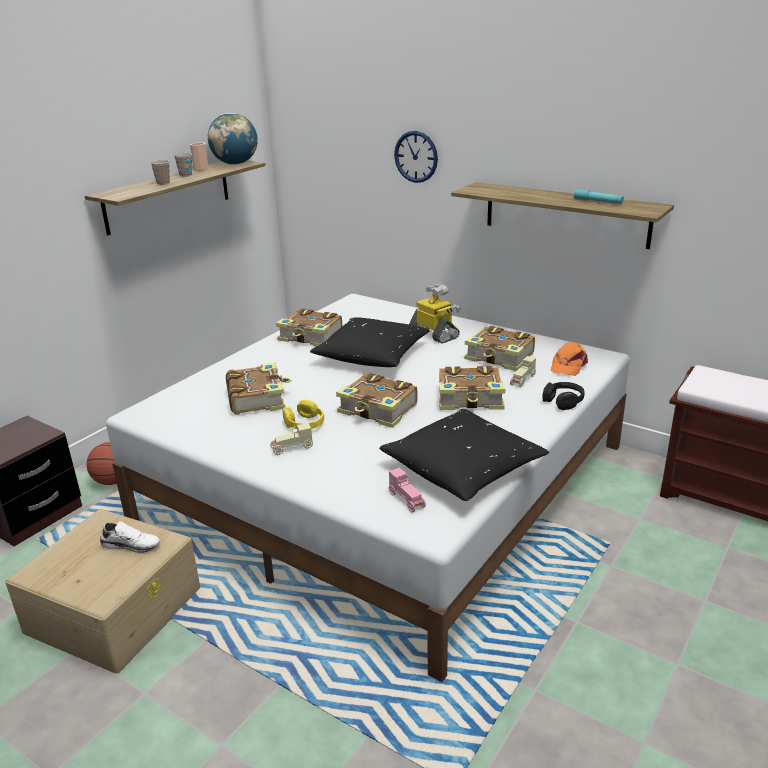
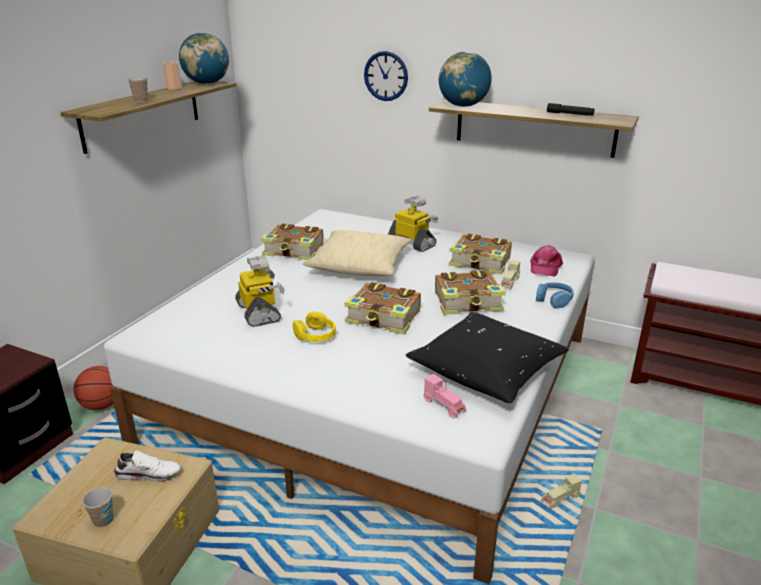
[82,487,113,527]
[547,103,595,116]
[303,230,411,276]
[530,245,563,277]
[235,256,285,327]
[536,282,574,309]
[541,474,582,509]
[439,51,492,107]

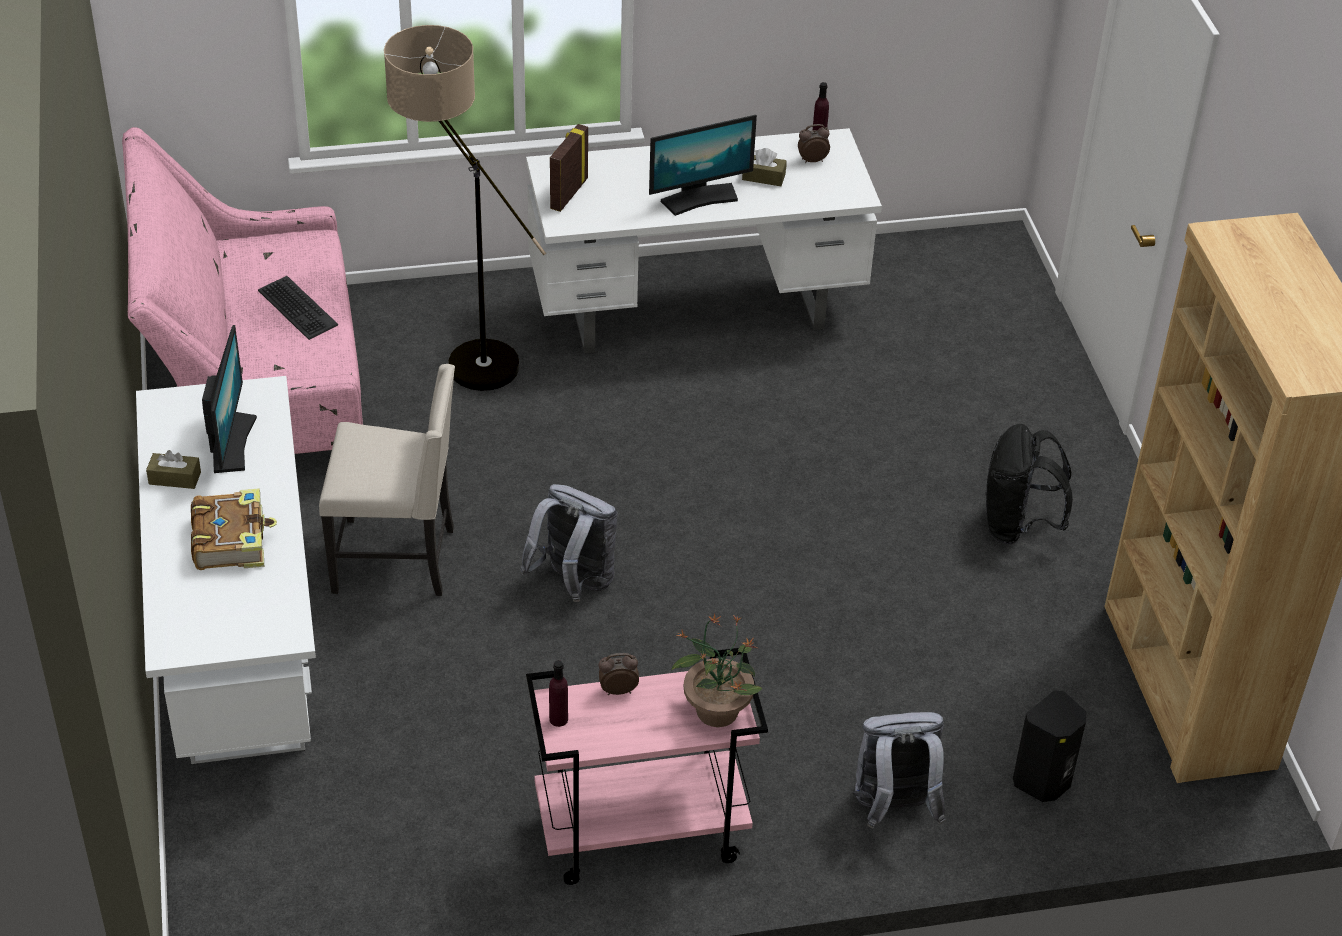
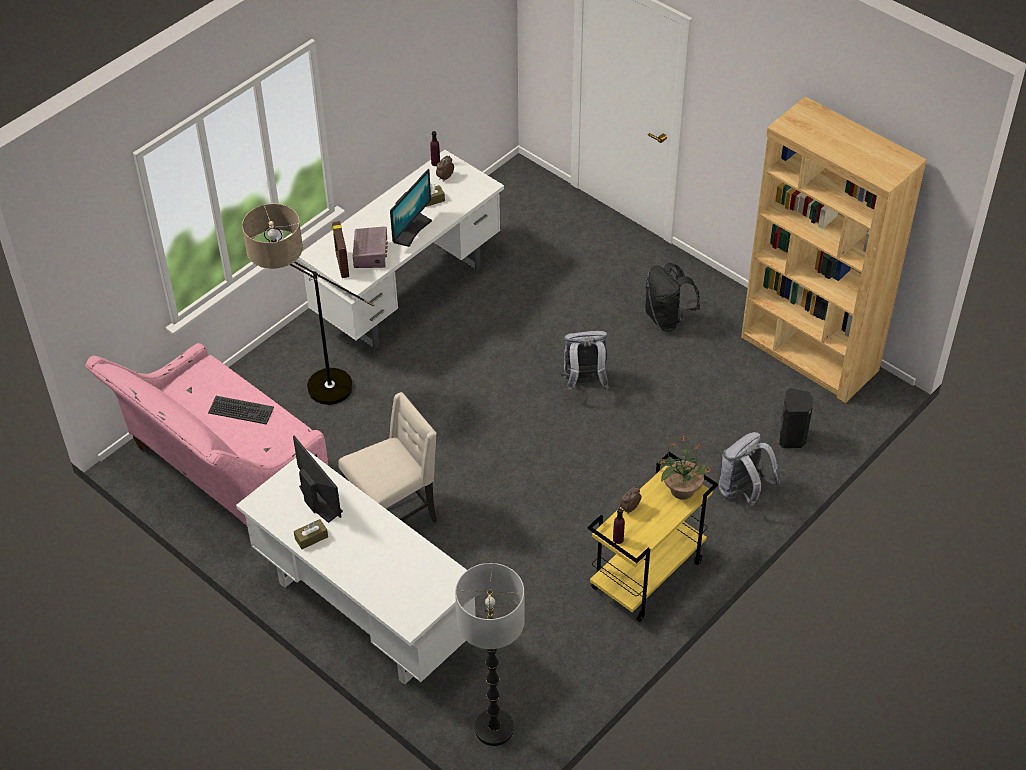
[561,331,610,392]
[191,488,277,570] (first image)
[588,452,718,622]
[352,226,388,268]
[455,563,525,746]

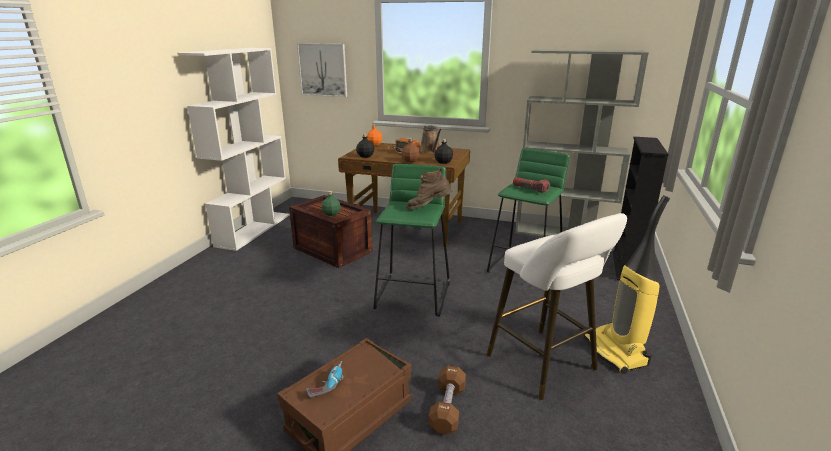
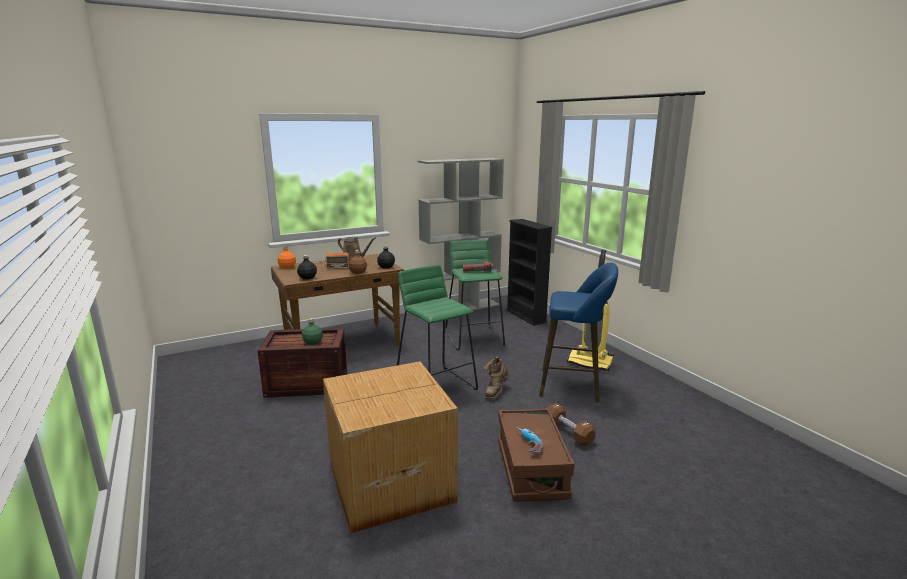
[297,43,347,97] (first image)
[177,48,290,251] (first image)
[484,357,510,400]
[539,263,618,402]
[323,362,458,533]

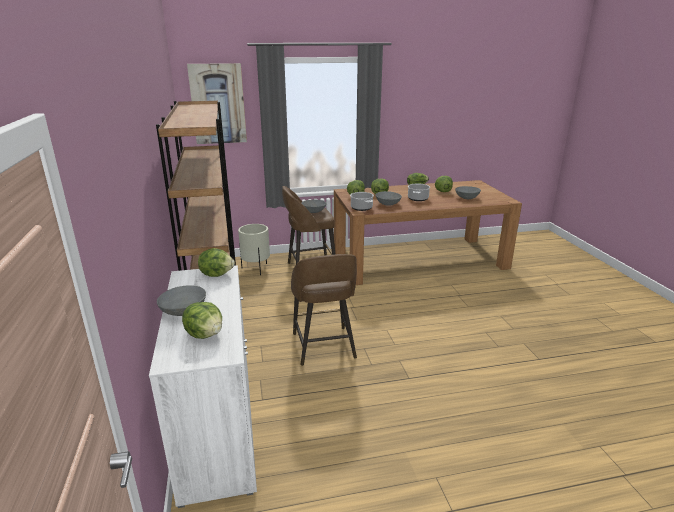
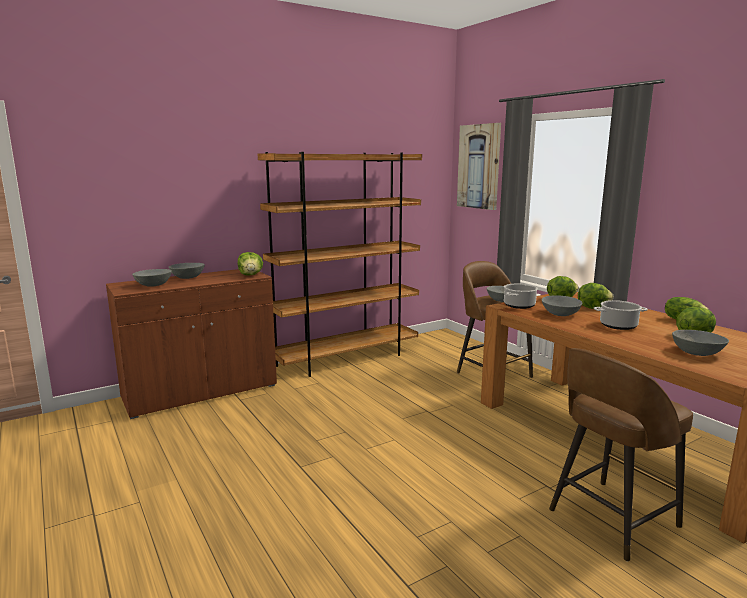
[238,224,270,275] (first image)
[549,348,693,561]
[106,269,277,419]
[132,269,172,287]

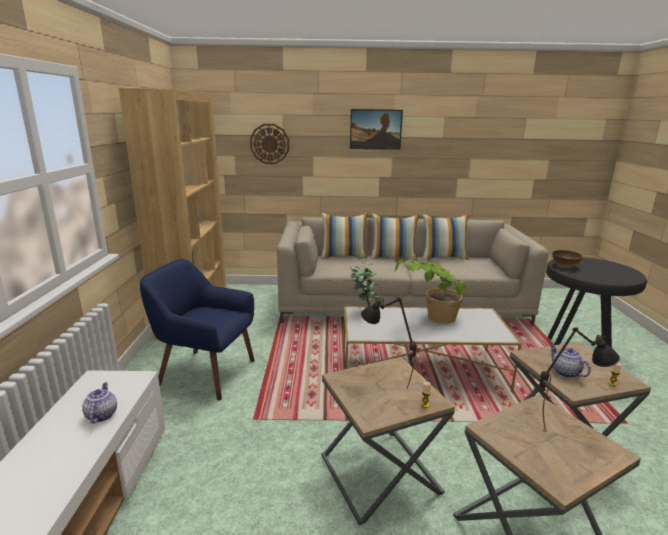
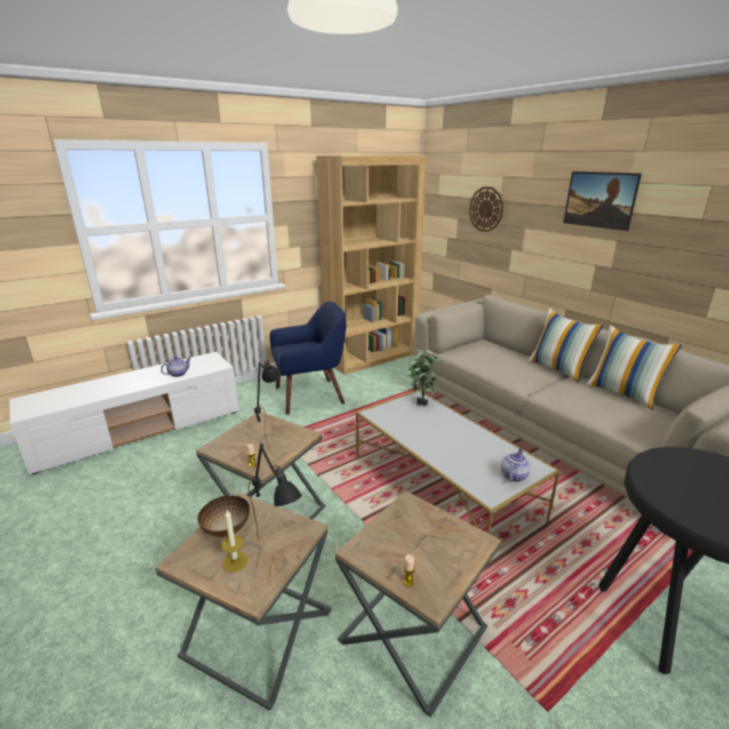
[321,213,368,259] (first image)
[197,495,250,537]
[394,258,466,323] (first image)
[270,301,346,415]
[501,448,530,482]
[221,510,248,572]

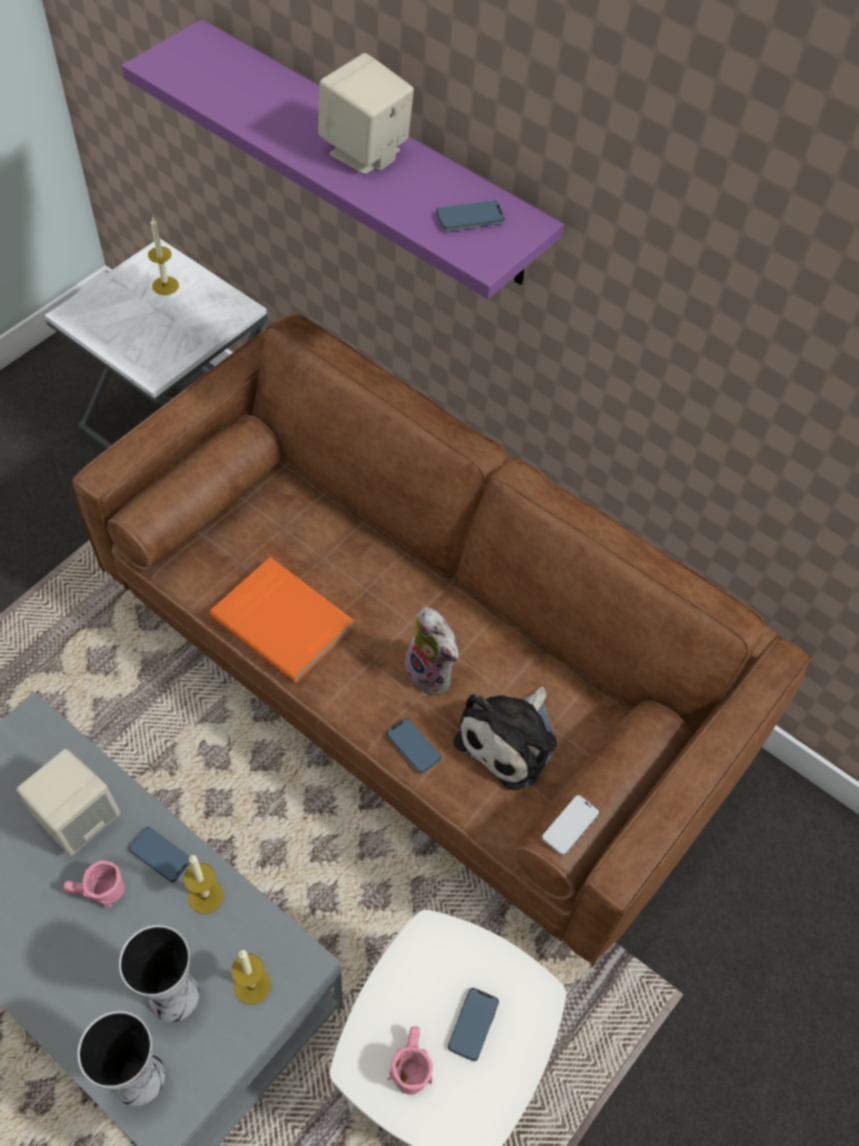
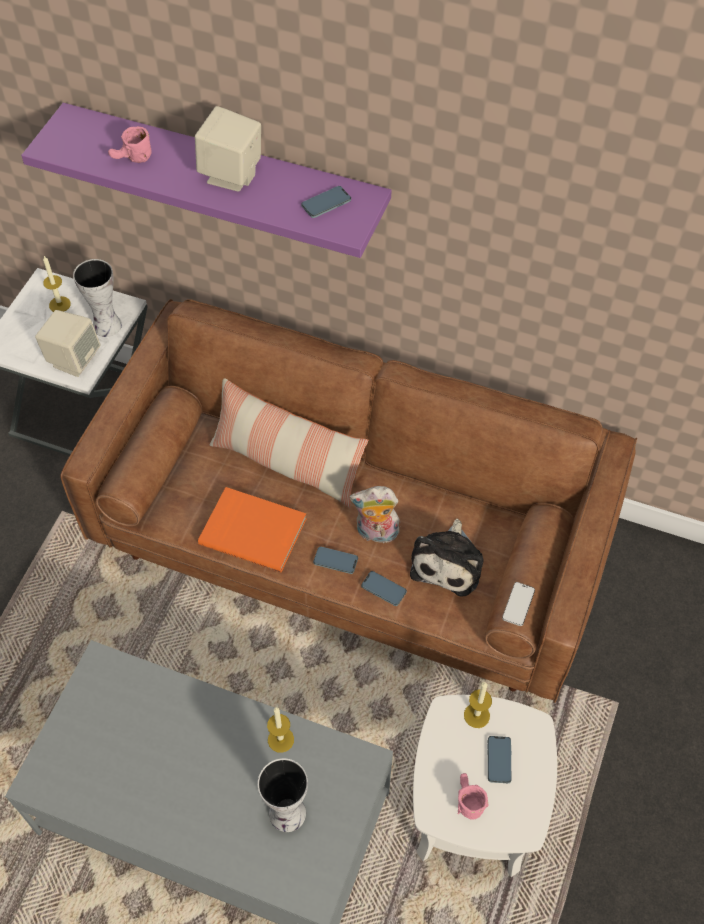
[349,486,400,543]
[35,310,101,377]
[313,546,358,574]
[108,126,152,163]
[464,682,492,728]
[73,259,122,337]
[210,378,368,508]

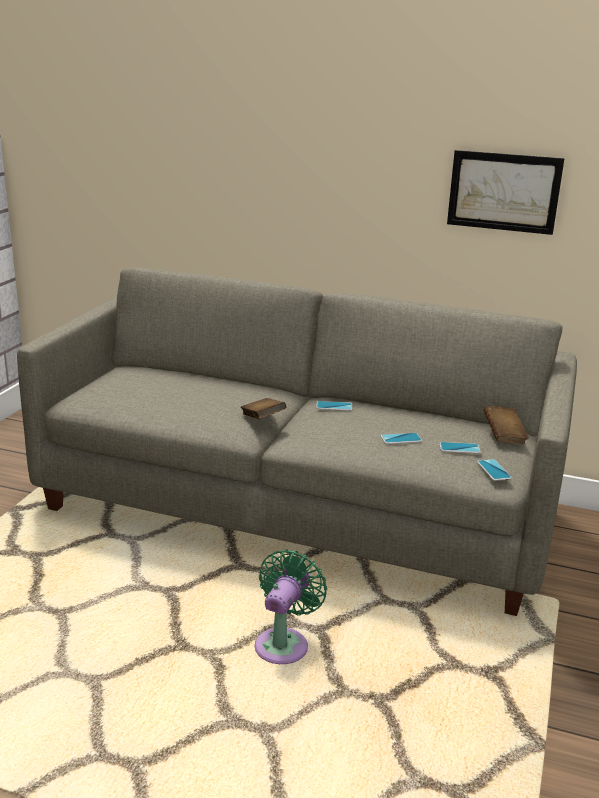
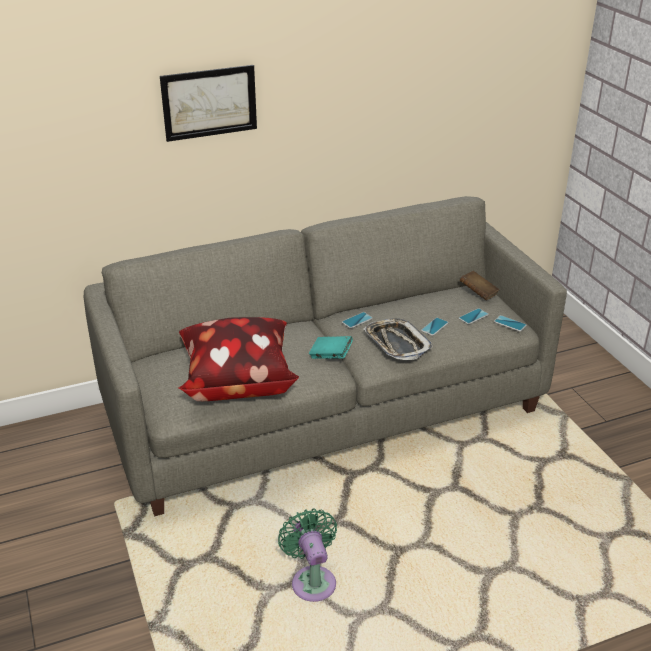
[160,65,257,142]
[309,336,353,359]
[278,509,337,602]
[178,317,299,401]
[364,319,433,360]

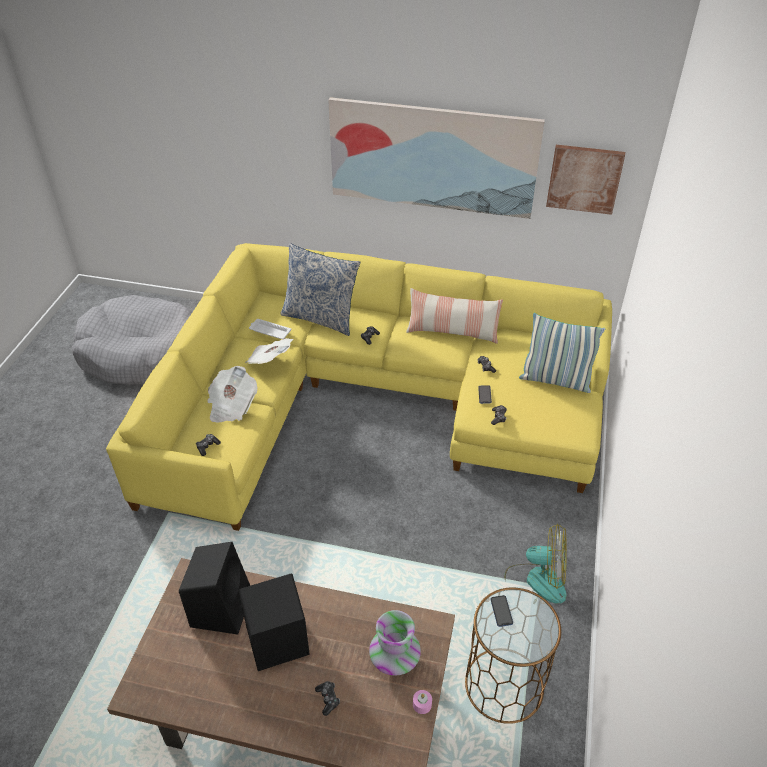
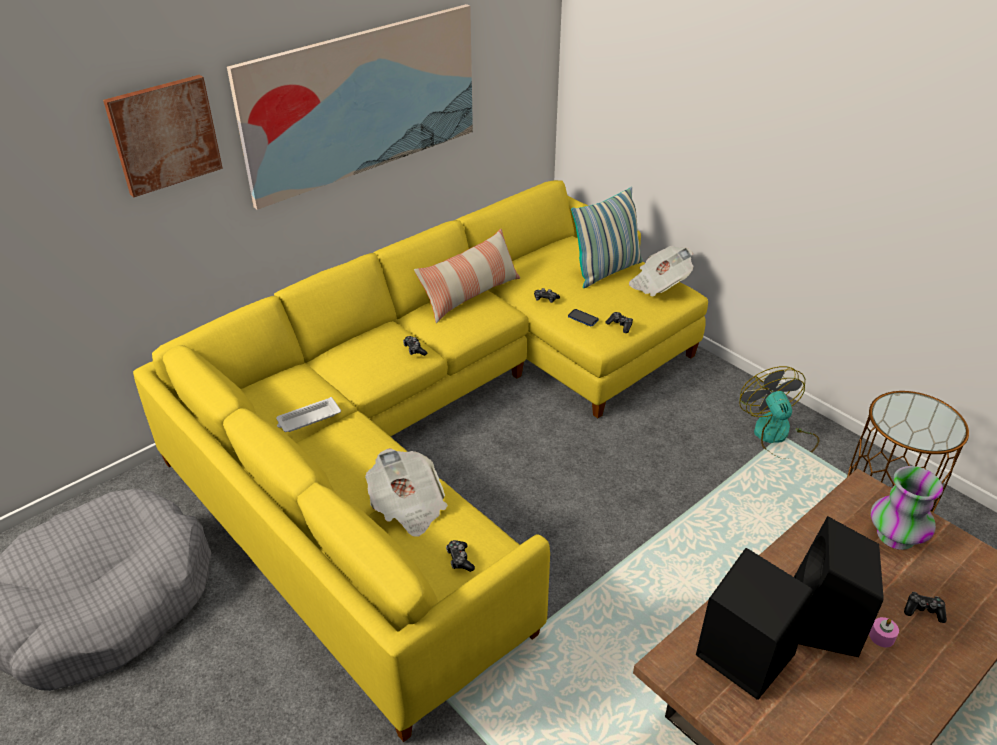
[103,75,223,197]
[280,243,360,336] (first image)
[629,246,693,296]
[739,366,820,459]
[491,595,513,627] (first image)
[869,617,899,647]

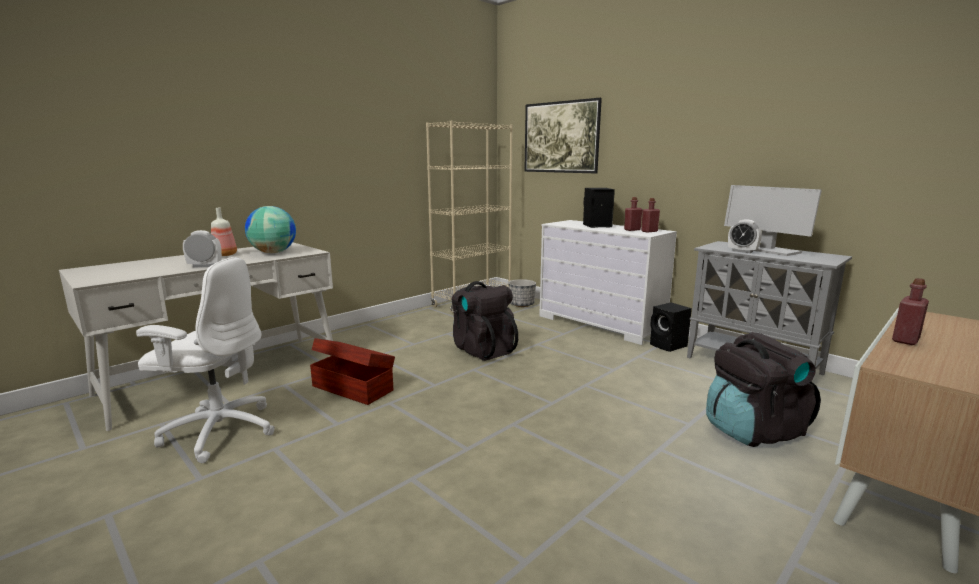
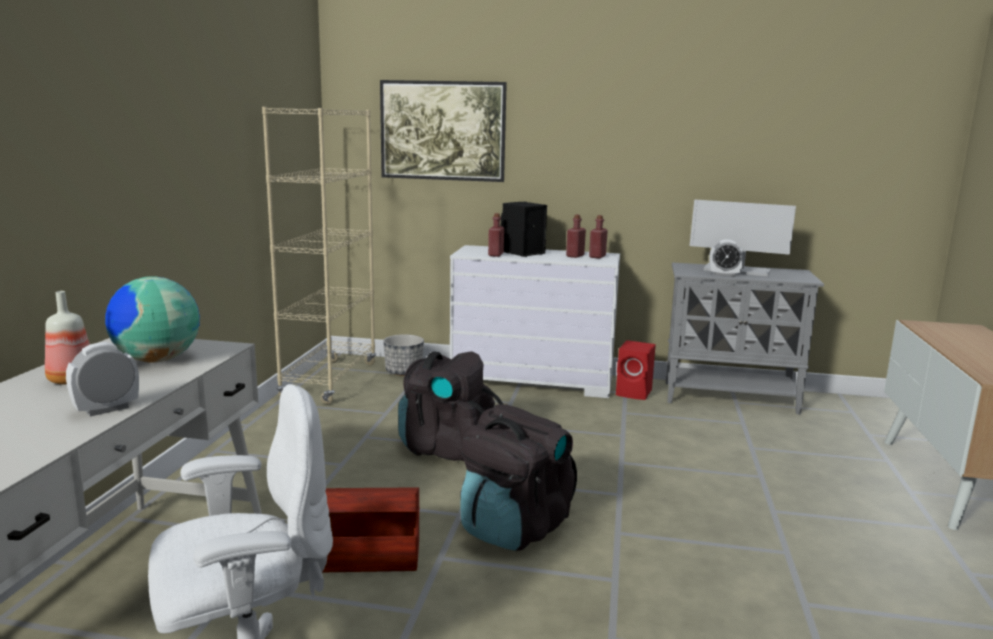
[488,213,504,257]
[616,340,656,400]
[460,404,577,551]

